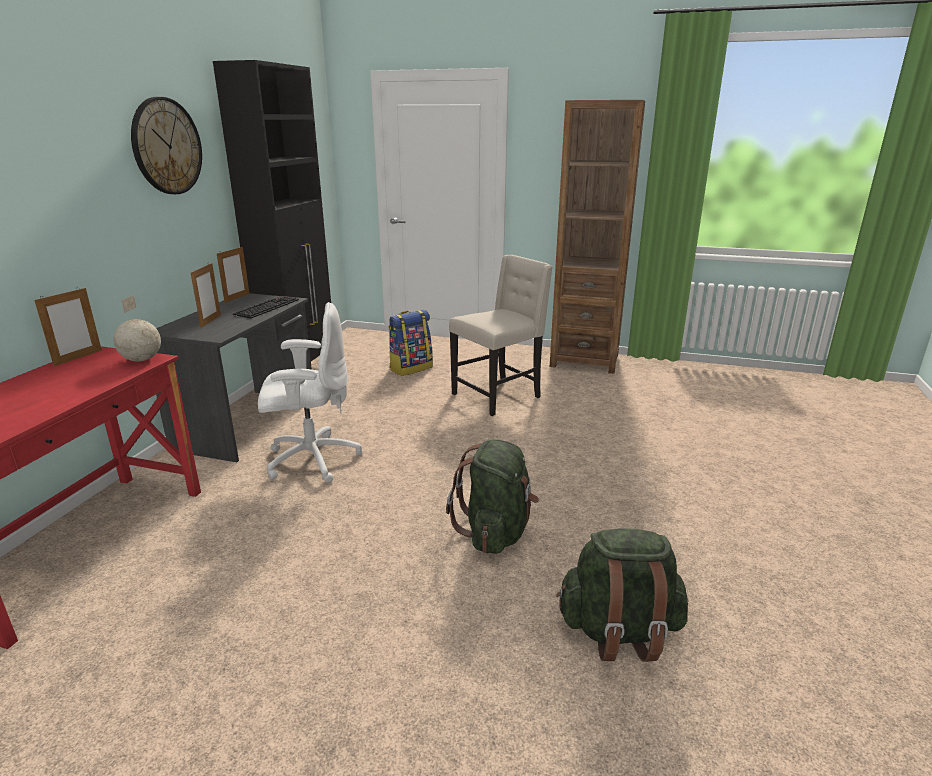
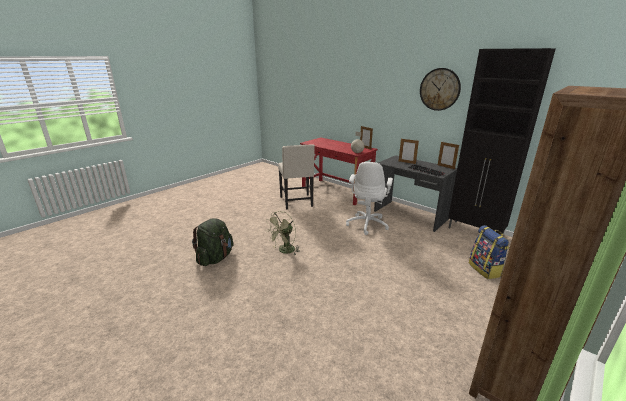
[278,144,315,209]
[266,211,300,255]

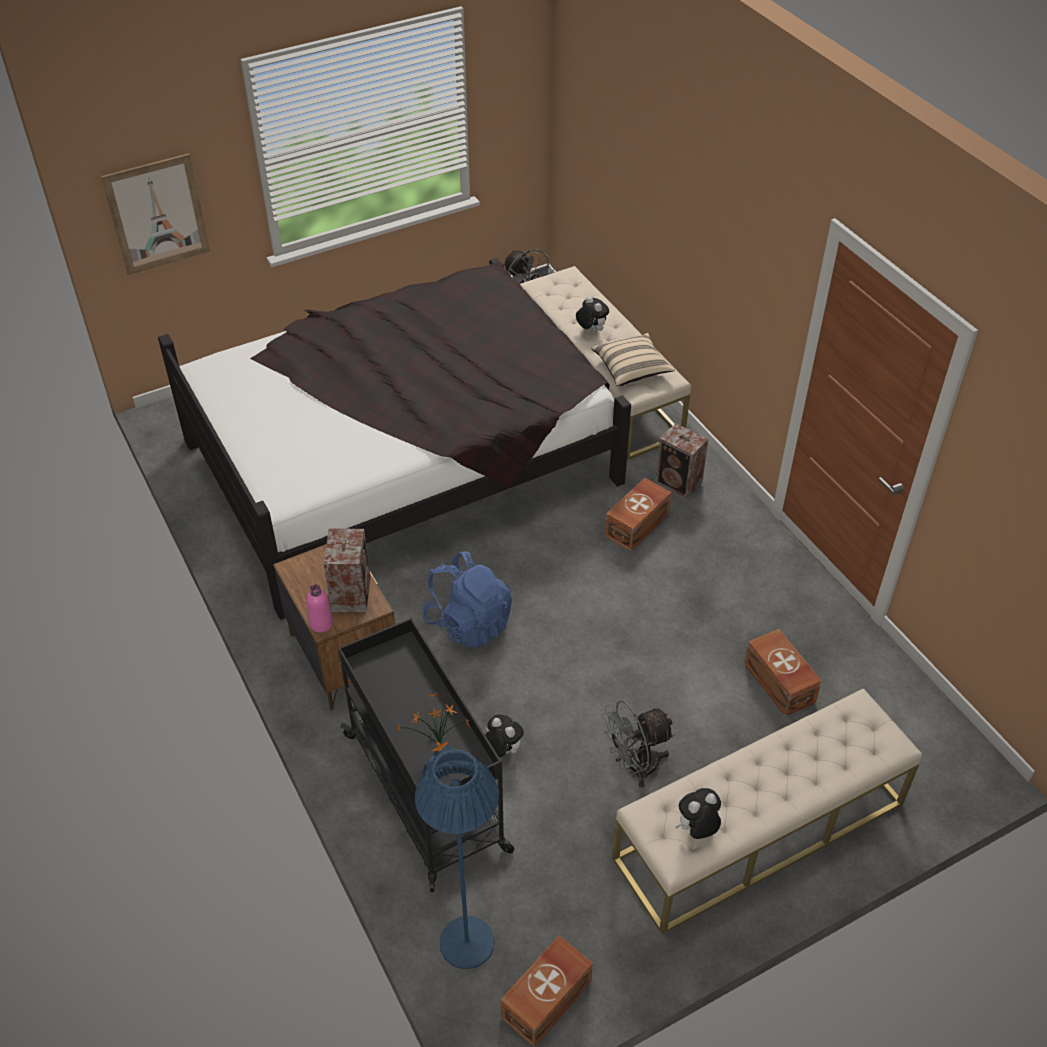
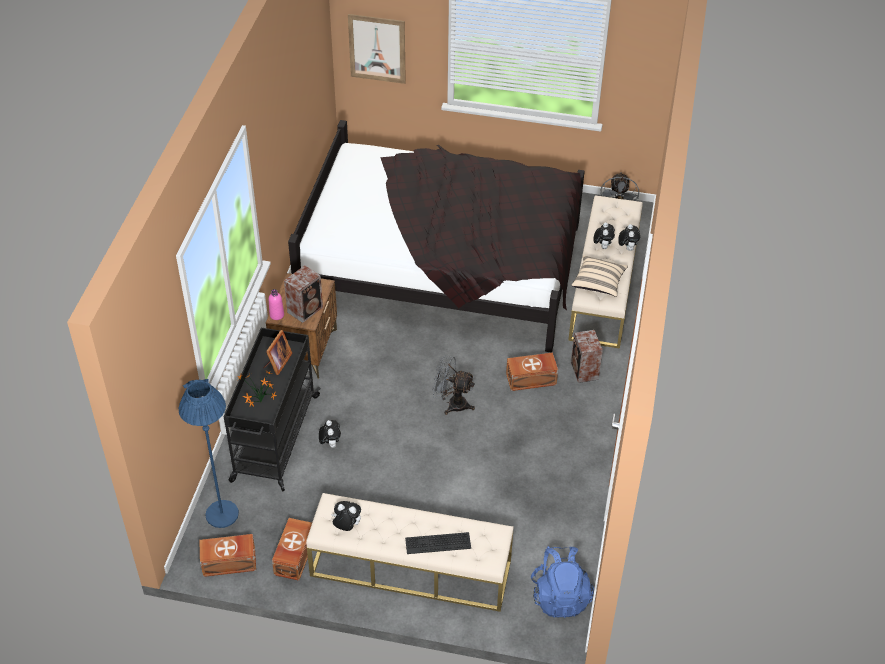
[531,546,594,618]
[272,518,312,581]
[432,355,475,415]
[618,224,640,251]
[263,330,292,375]
[405,532,471,554]

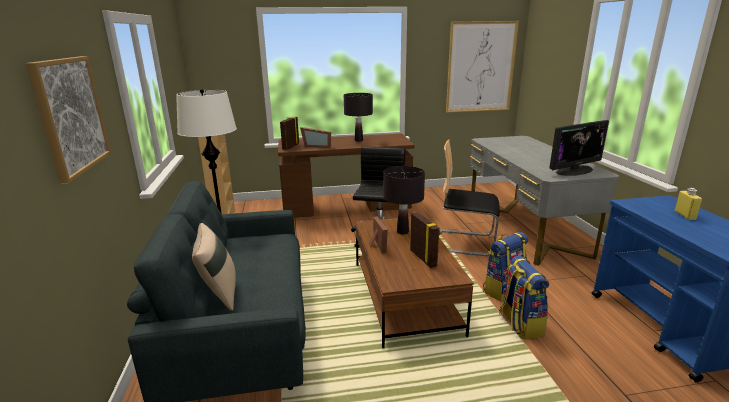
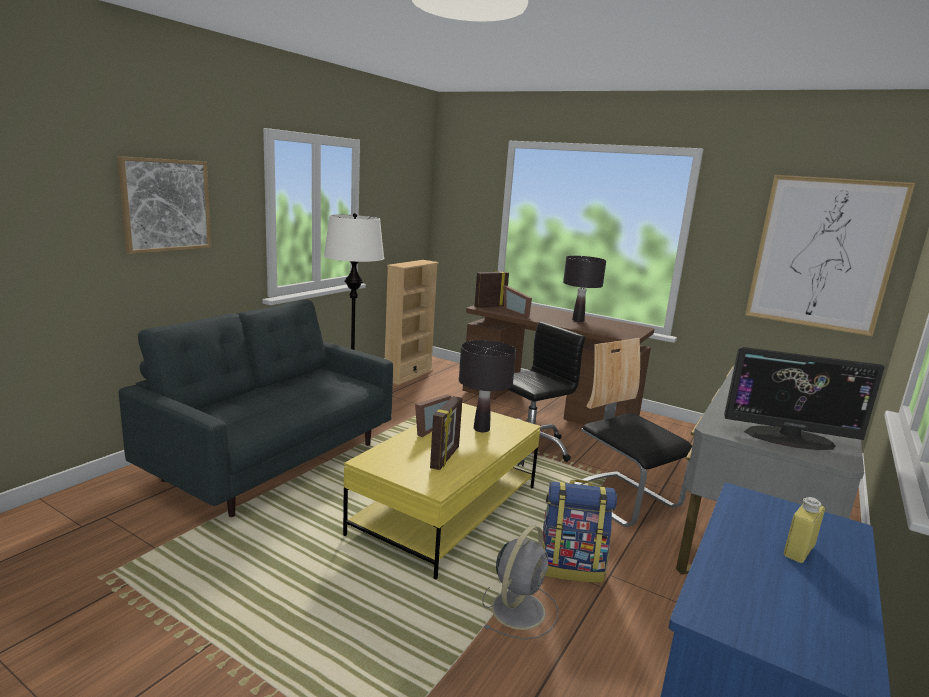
[343,403,541,580]
[192,223,236,311] (first image)
[482,525,559,640]

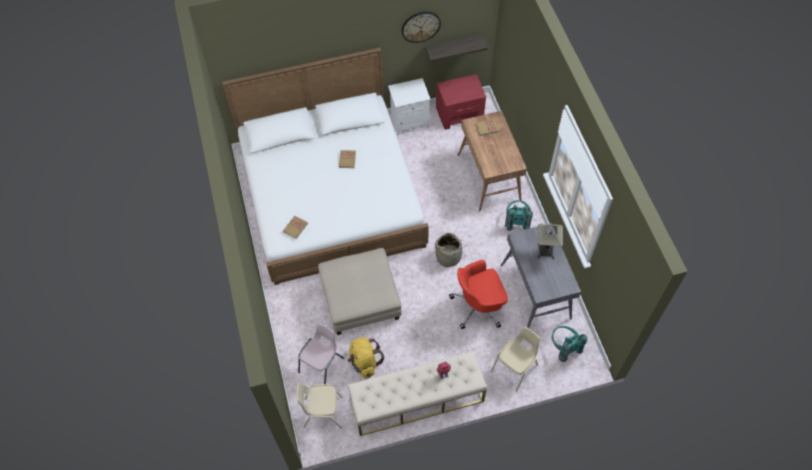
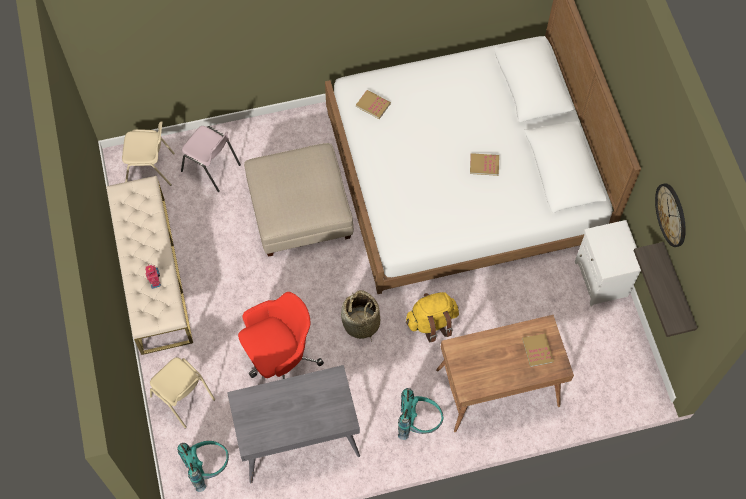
[436,74,486,130] (first image)
[538,223,563,259] (first image)
[238,292,324,379]
[406,292,459,342]
[122,121,175,186]

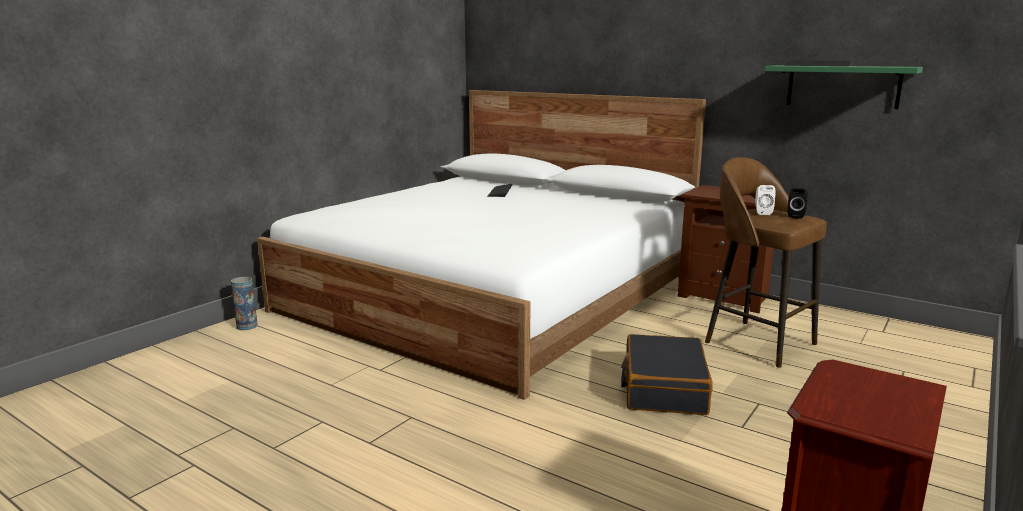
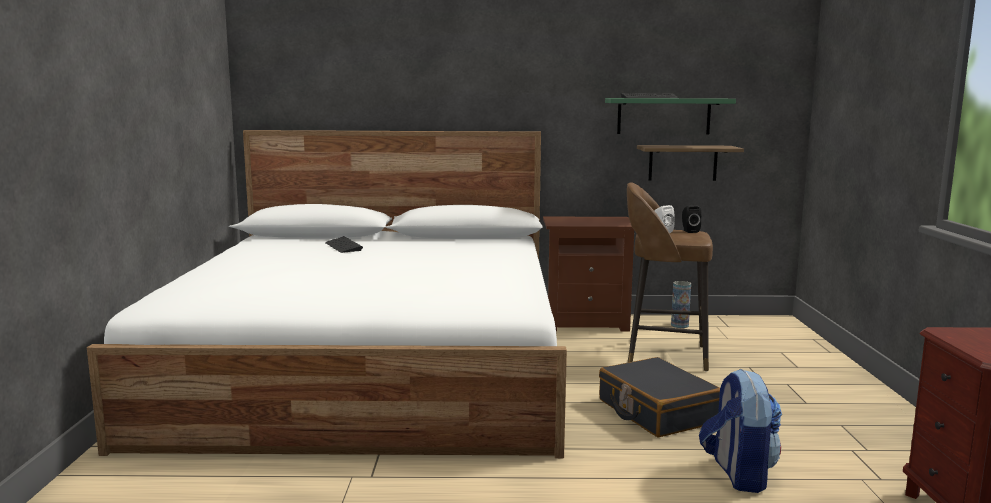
[671,281,691,328]
[637,145,744,181]
[699,369,782,493]

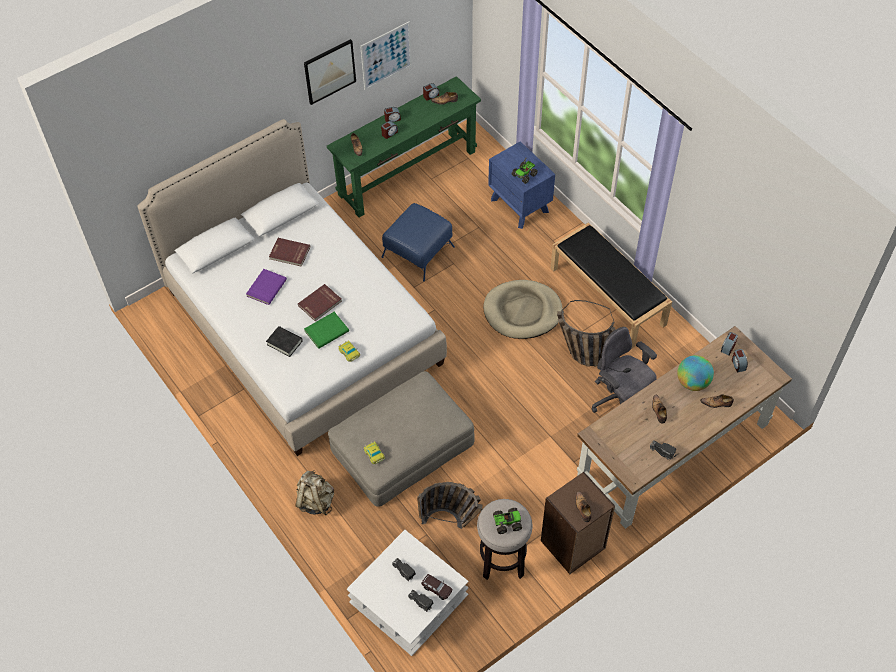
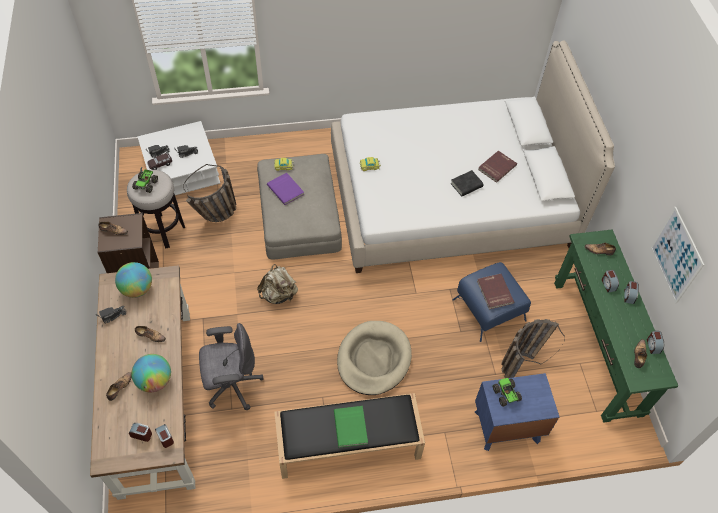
[304,39,356,105] (first image)
[267,173,304,205]
[477,274,514,309]
[501,319,565,378]
[334,406,368,448]
[451,170,484,196]
[257,264,298,304]
[115,262,152,298]

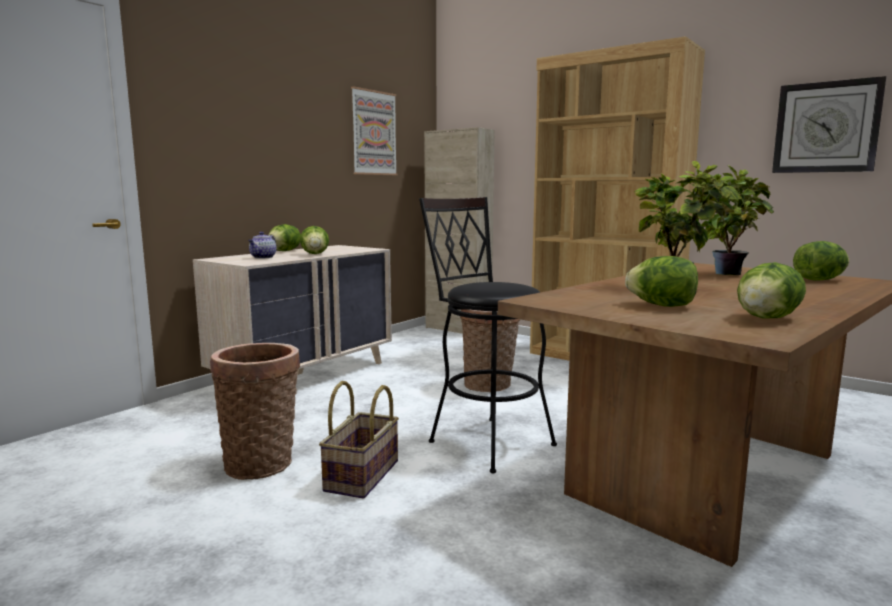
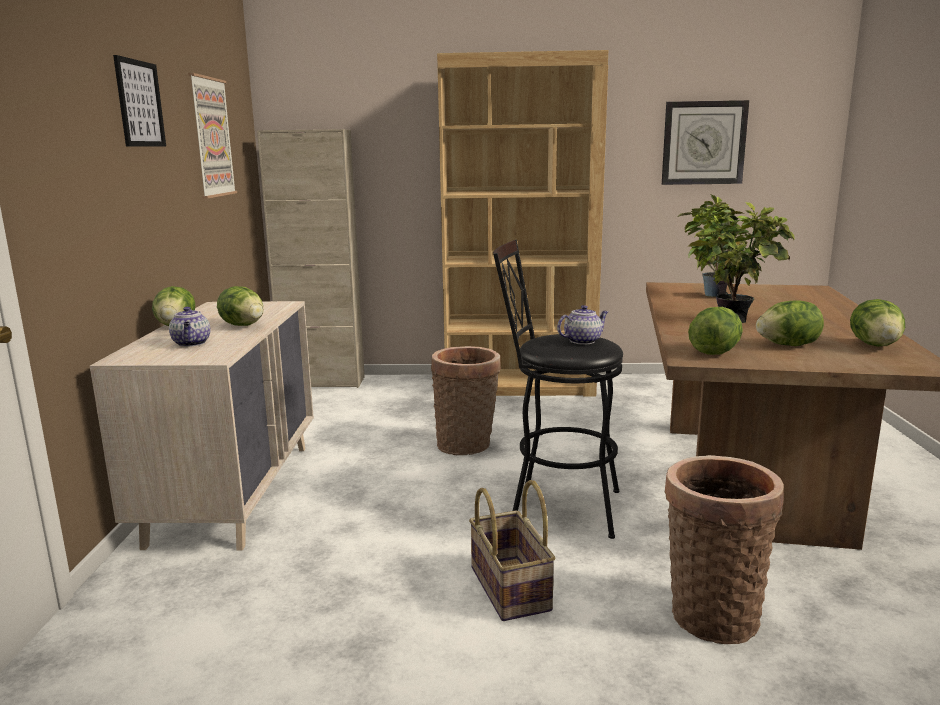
[688,307,743,355]
[665,455,784,644]
[113,55,166,147]
[557,305,608,345]

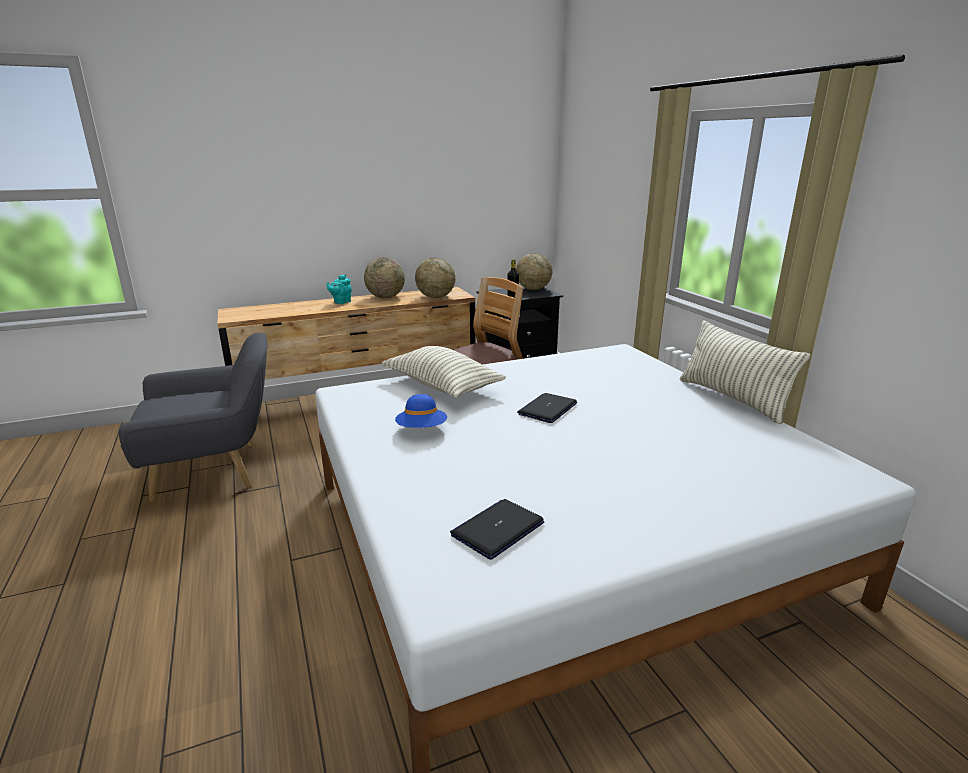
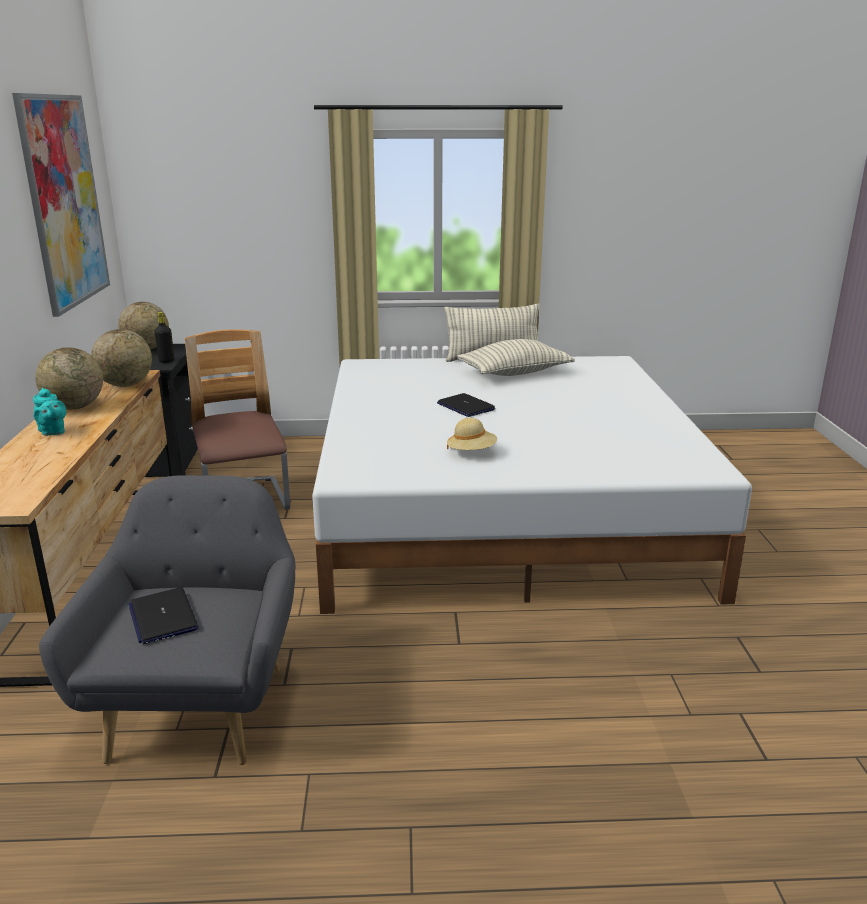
[457,339,575,376]
[447,418,497,450]
[128,587,199,644]
[12,93,110,317]

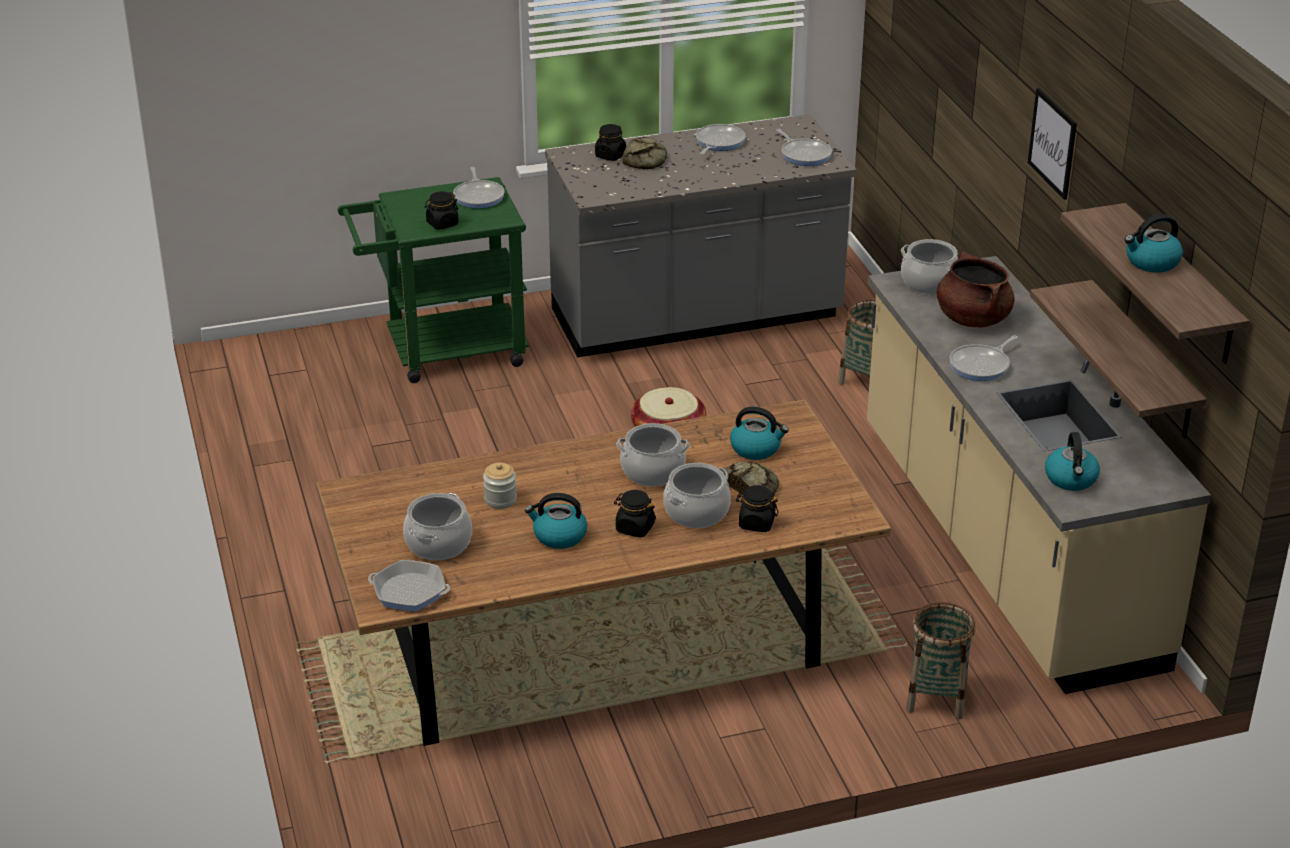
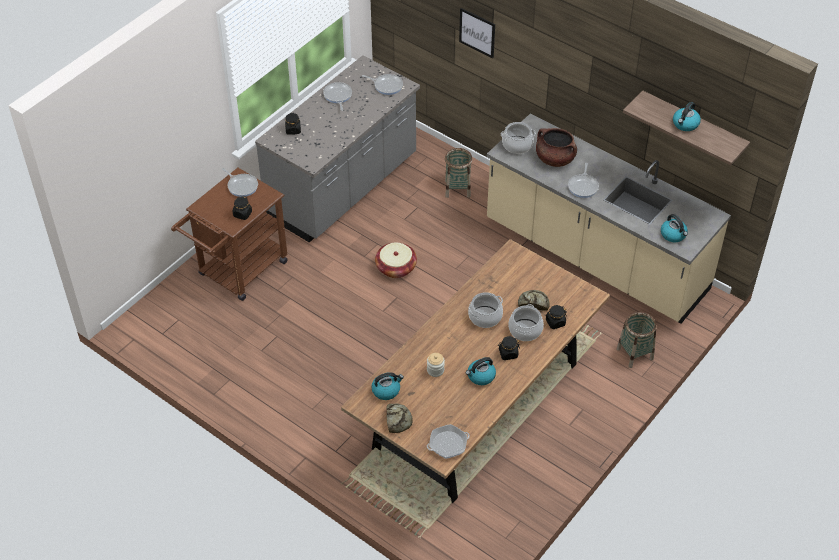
[459,8,495,58]
[386,404,413,433]
[171,168,288,301]
[1030,280,1207,438] (first image)
[371,372,404,400]
[403,493,472,560] (first image)

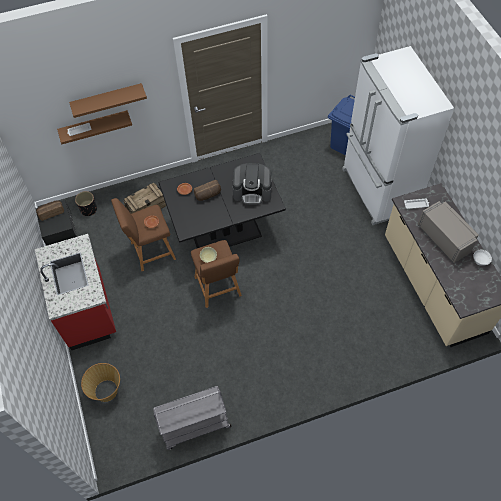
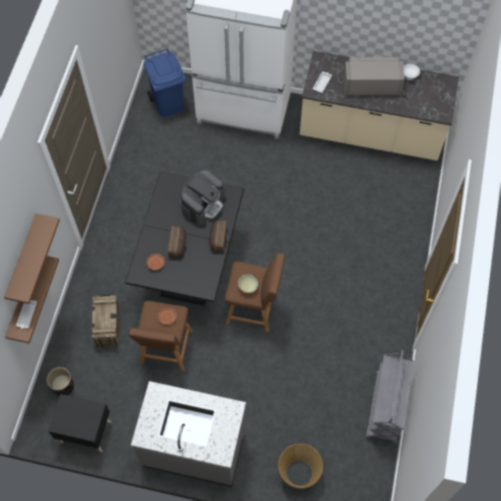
[209,220,227,252]
[131,381,246,487]

